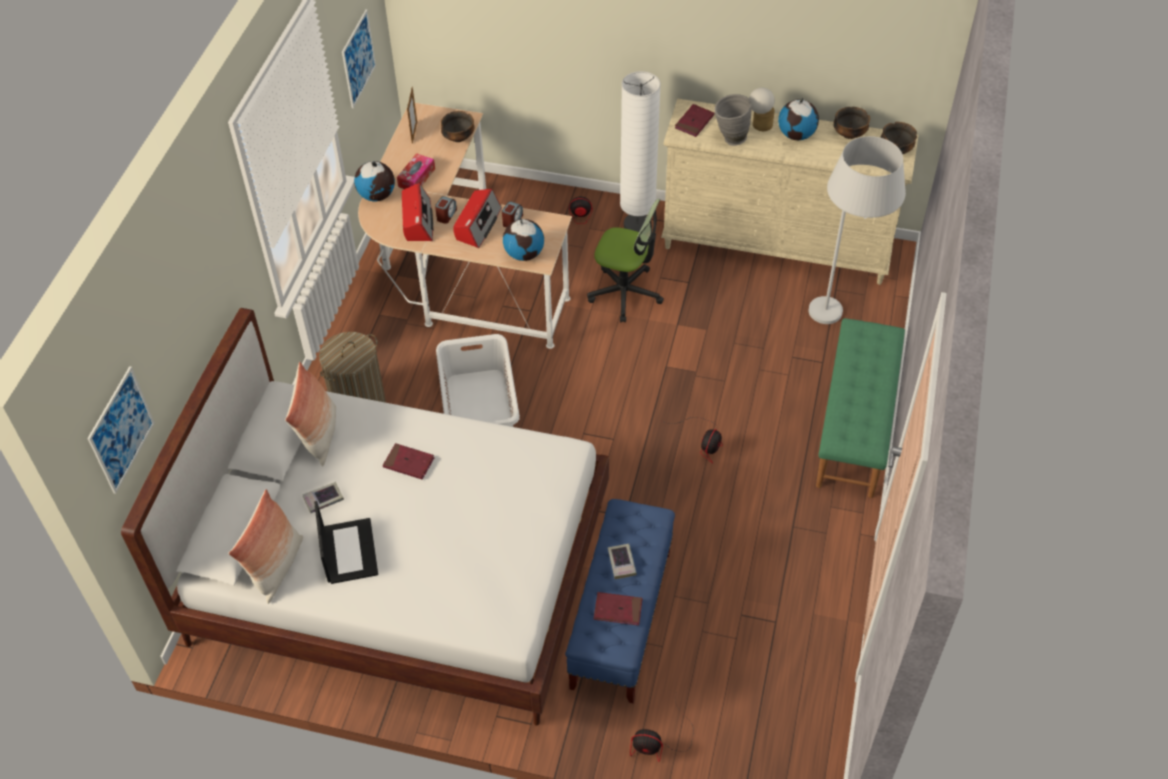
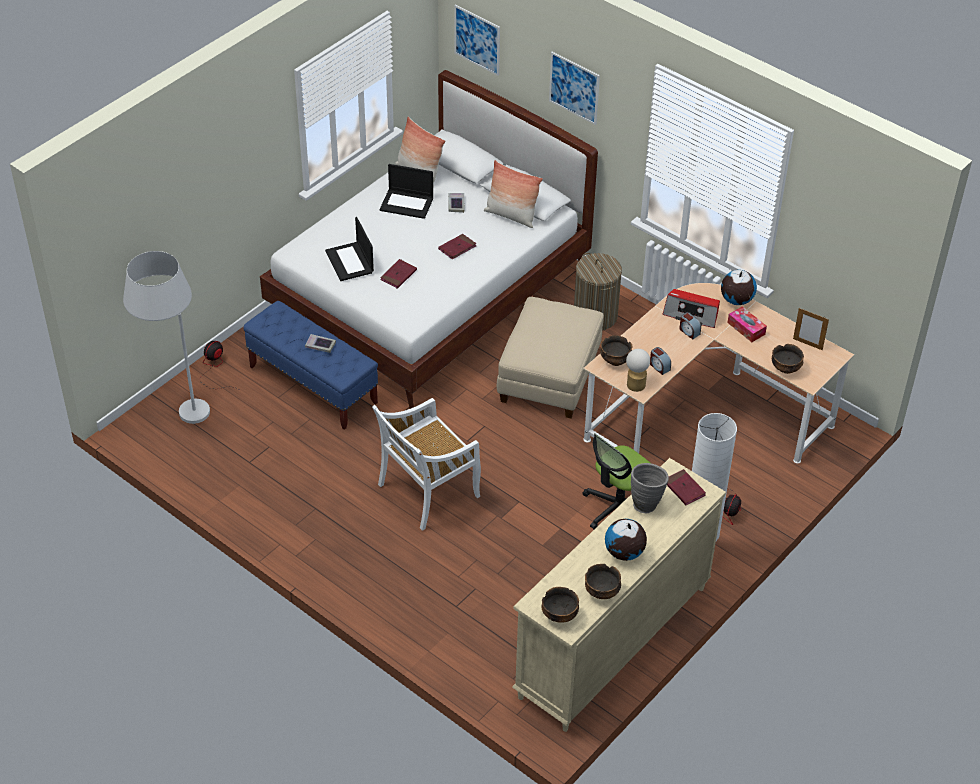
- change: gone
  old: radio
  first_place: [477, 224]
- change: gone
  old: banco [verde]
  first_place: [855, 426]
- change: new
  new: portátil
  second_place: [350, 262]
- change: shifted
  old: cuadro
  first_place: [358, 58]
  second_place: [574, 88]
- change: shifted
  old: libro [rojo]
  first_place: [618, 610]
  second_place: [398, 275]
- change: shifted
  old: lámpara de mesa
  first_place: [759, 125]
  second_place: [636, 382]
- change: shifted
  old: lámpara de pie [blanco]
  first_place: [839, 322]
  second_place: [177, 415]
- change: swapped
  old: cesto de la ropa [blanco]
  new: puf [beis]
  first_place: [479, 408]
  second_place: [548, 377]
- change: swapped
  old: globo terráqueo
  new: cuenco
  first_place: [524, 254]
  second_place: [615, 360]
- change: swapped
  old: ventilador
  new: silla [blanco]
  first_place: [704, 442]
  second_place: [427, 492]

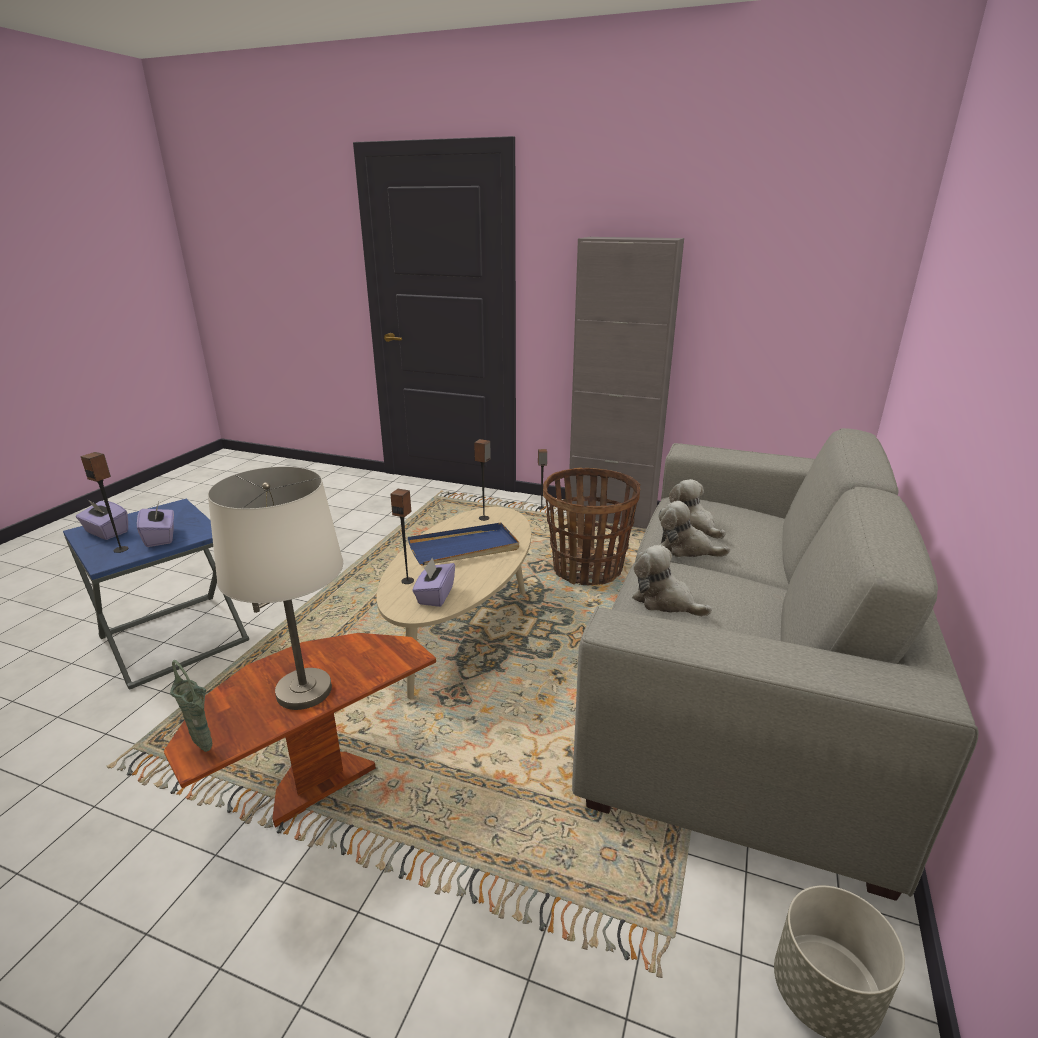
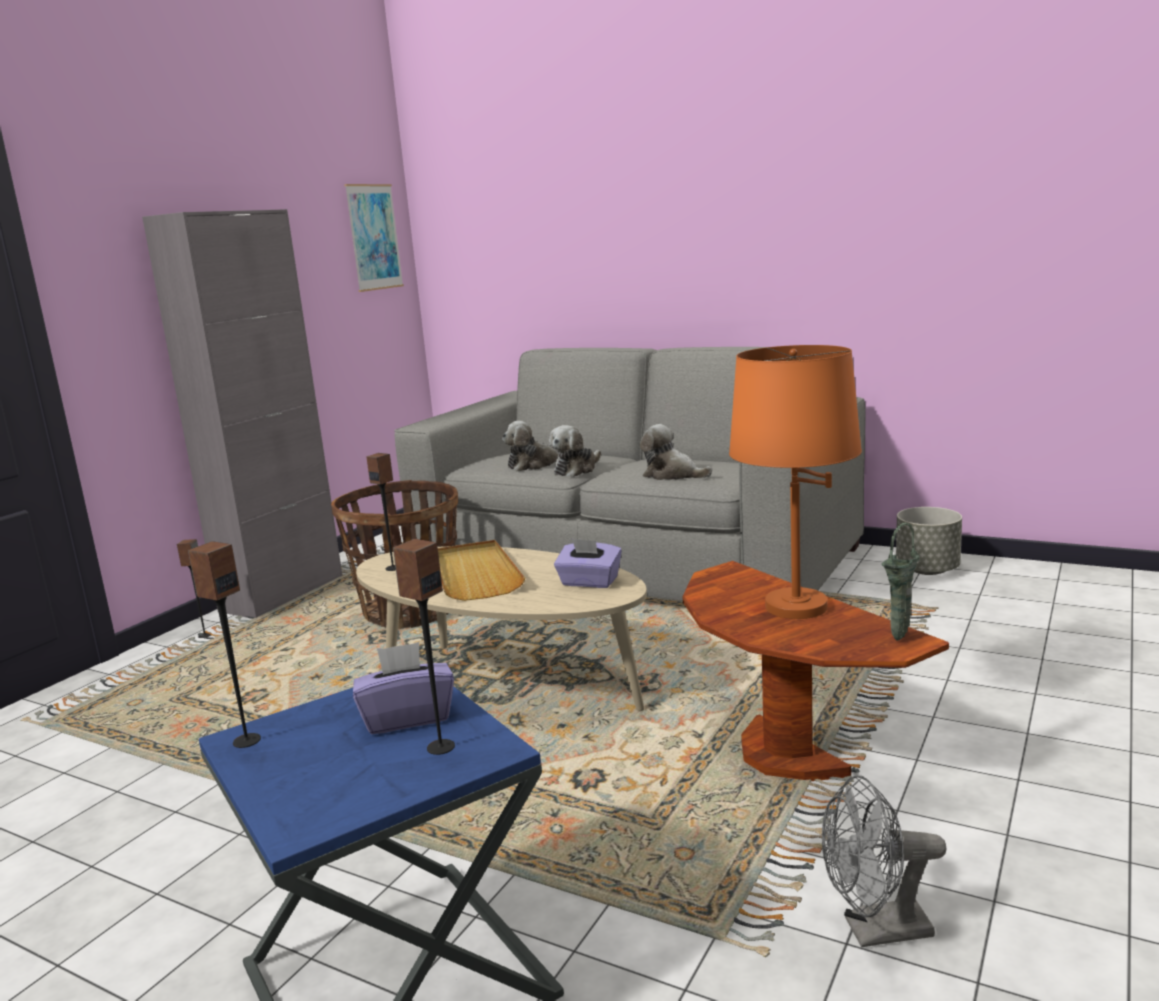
- change: gone
  old: caja de pañuelos [morado]
  first_place: [106, 532]
- change: new
  new: cuadro
  second_place: [374, 237]
- change: new
  new: ventilador [gris]
  second_place: [875, 931]
- change: shifted
  old: altavoz
  first_place: [407, 580]
  second_place: [246, 740]
- change: repainted
  old: lámpara de mesa [blanco]
  new: lámpara de mesa [naranja]
  first_place: [303, 691]
  second_place: [795, 607]
- change: repainted
  old: bandeja [azul]
  new: bandeja [beis]
  first_place: [464, 548]
  second_place: [475, 574]
- change: rotated
  old: peluche
  first_place: [665, 601]
  second_place: [672, 475]
  degrees: 75

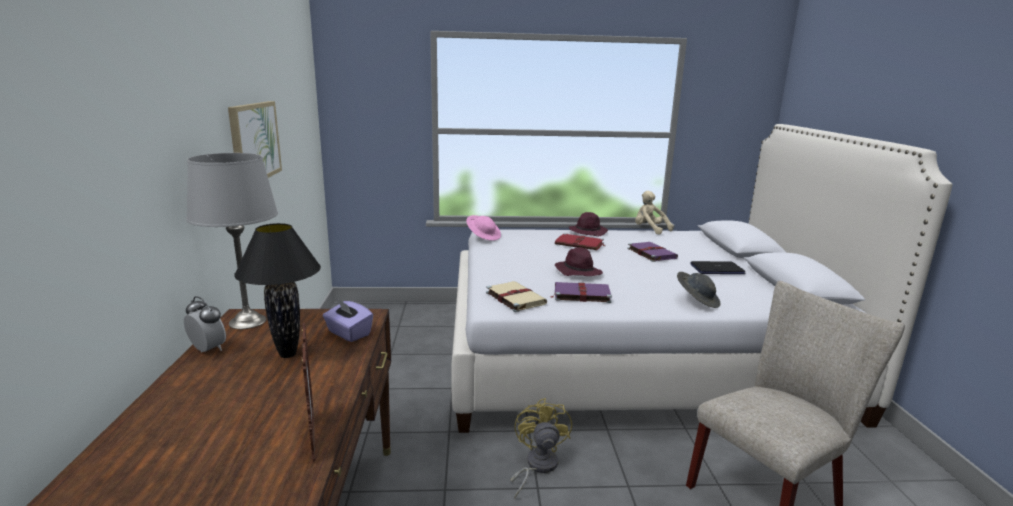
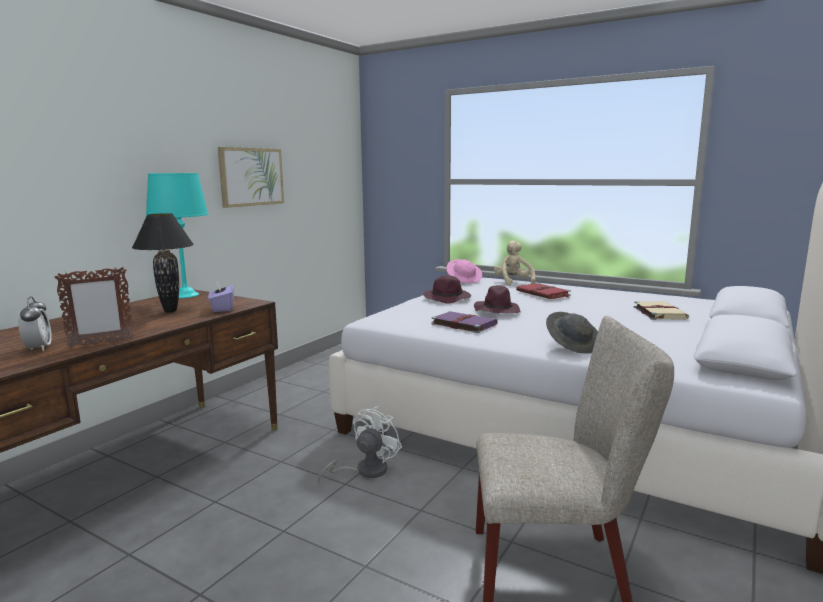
- change: gone
  old: libro [morado]
  first_place: [651, 253]
- change: gone
  old: portátil
  first_place: [717, 269]
- change: shifted
  old: despertador
  first_place: [208, 350]
  second_place: [38, 348]
- change: shifted
  old: libro [beis]
  first_place: [514, 298]
  second_place: [659, 312]
- change: shifted
  old: sombrero [morado]
  first_place: [588, 231]
  second_place: [448, 298]
- change: shifted
  old: peluche [beis]
  first_place: [649, 230]
  second_place: [513, 283]
- change: repainted
  old: lámpara de mesa [gris]
  new: lámpara de mesa [turquesa]
  first_place: [247, 322]
  second_place: [185, 295]
- change: repainted
  old: ventilador [amarillo]
  new: ventilador [blanco]
  first_place: [537, 466]
  second_place: [364, 471]
- change: rotated
  old: portarretratos
  first_place: [312, 437]
  second_place: [101, 343]
  degrees: 45

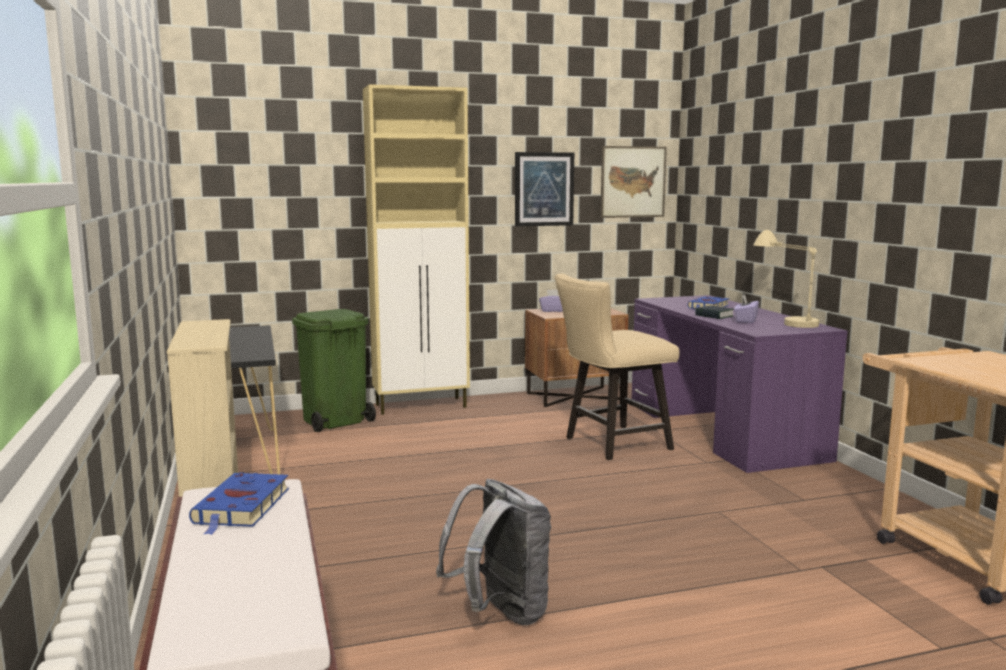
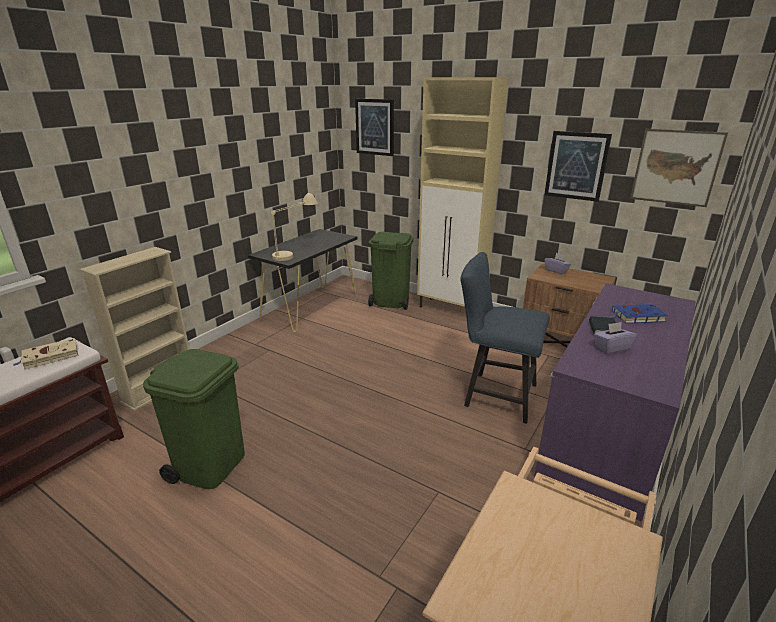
- change: new
  new: cuadro
  second_place: [375, 127]
- change: shifted
  old: lámpara de mesa [beis]
  first_place: [783, 319]
  second_place: [295, 252]
- change: swapped
  old: mochila [gris]
  new: papelera [verde]
  first_place: [500, 613]
  second_place: [211, 465]
- change: repainted
  old: libro [azul]
  new: libro [beis]
  first_place: [241, 507]
  second_place: [49, 357]
- change: repainted
  old: silla [beis]
  new: silla [azul]
  first_place: [611, 444]
  second_place: [494, 394]

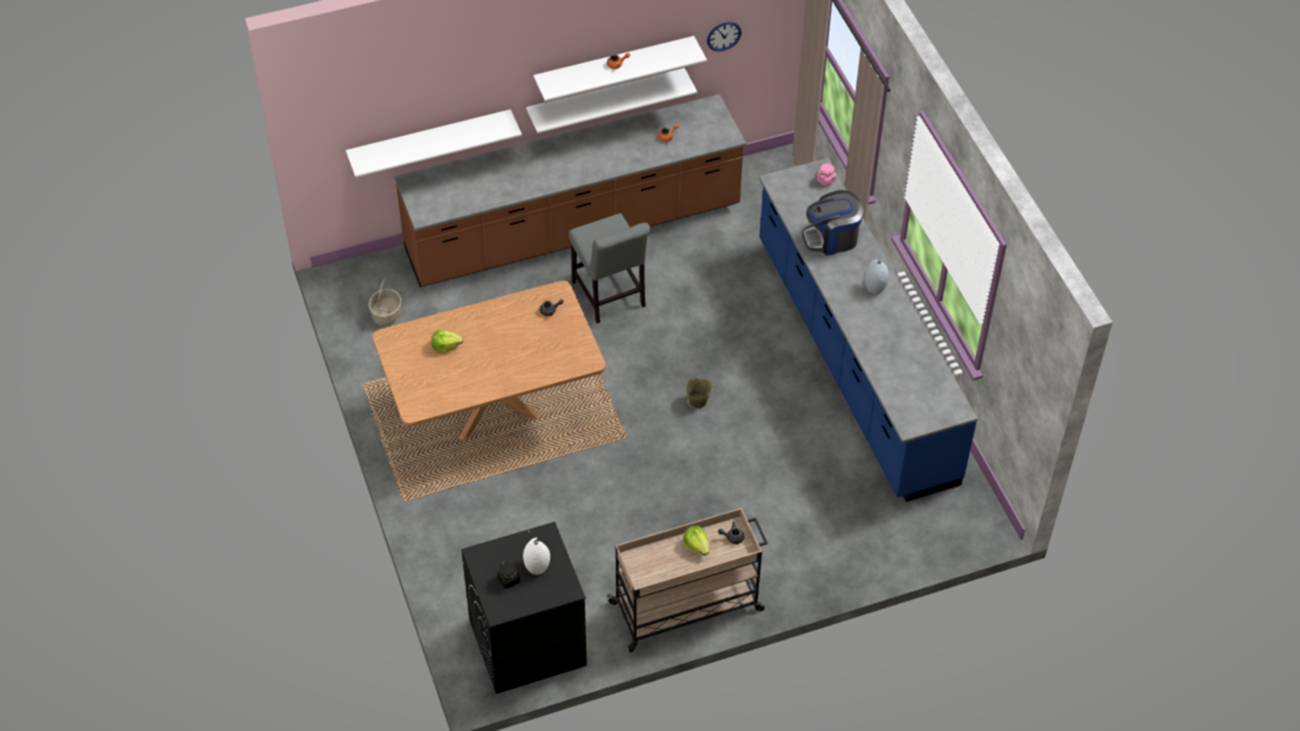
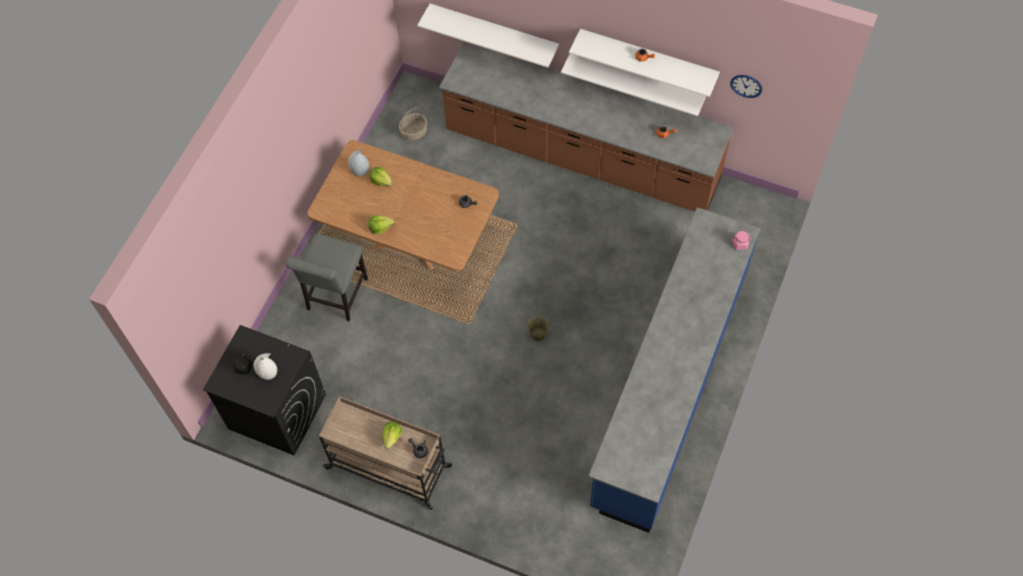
- change: gone
  old: cafetera
  first_place: [832, 238]
- change: new
  new: lechuga
  second_place: [380, 227]
- change: shifted
  old: silla [gris]
  first_place: [610, 297]
  second_place: [335, 297]
- change: shifted
  old: florero [gris]
  first_place: [874, 287]
  second_place: [360, 170]

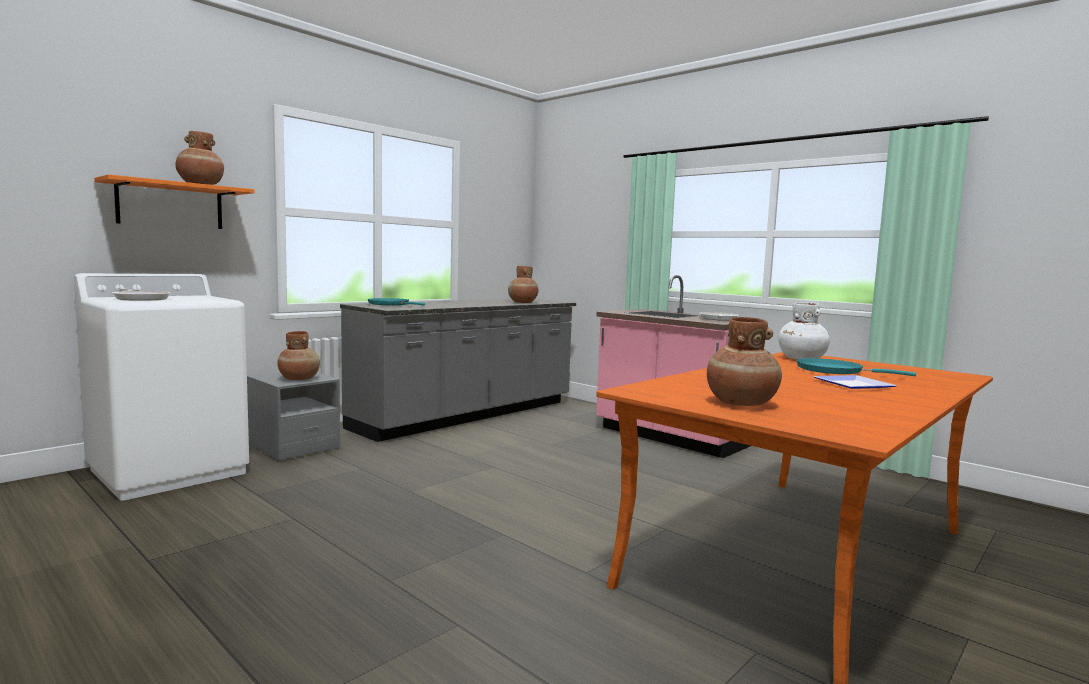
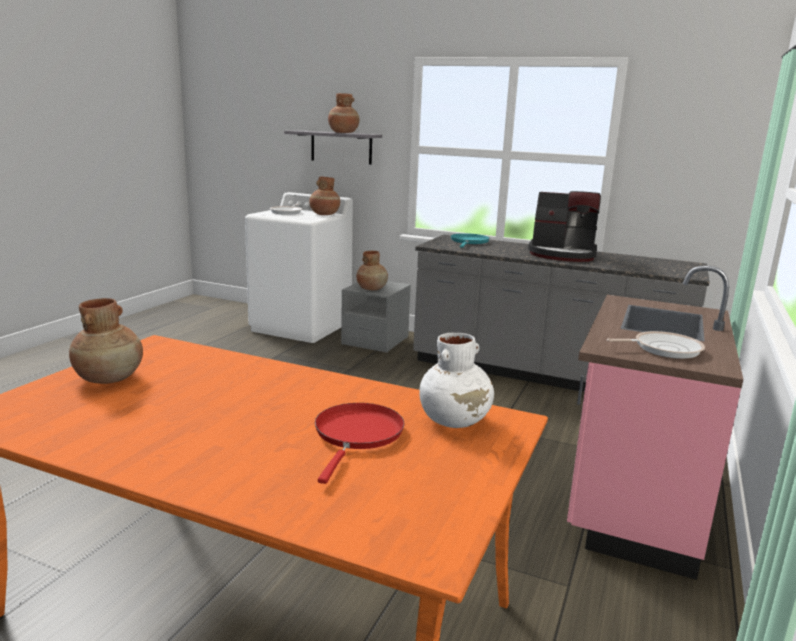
- change: gone
  old: plato
  first_place: [853, 384]
- change: new
  new: cafetera
  second_place: [562, 255]
- change: shifted
  old: florero [marrón]
  first_place: [522, 302]
  second_place: [324, 214]
- change: repainted
  old: estante [naranja]
  new: estante [gris]
  first_place: [170, 205]
  second_place: [341, 147]
- change: repainted
  old: sartén [turquesa]
  new: sartén [rojo]
  first_place: [834, 371]
  second_place: [357, 435]

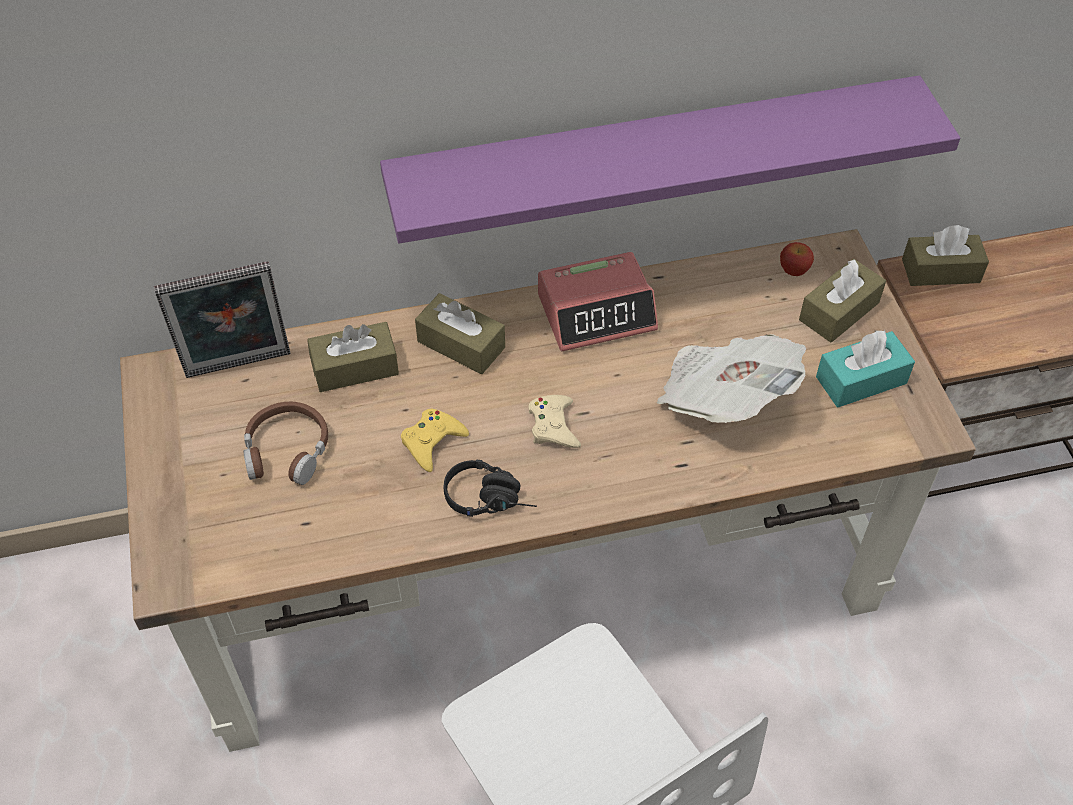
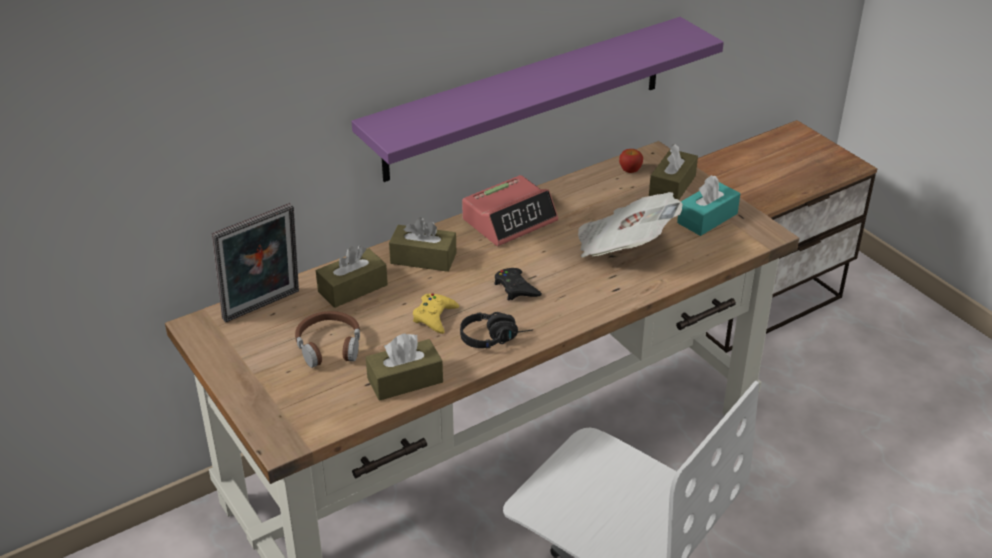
- change: shifted
  old: caja de pañuelos [marrón]
  first_place: [940, 271]
  second_place: [405, 380]
- change: repainted
  old: mando de consola [beis]
  new: mando de consola [negro]
  first_place: [553, 426]
  second_place: [516, 288]

